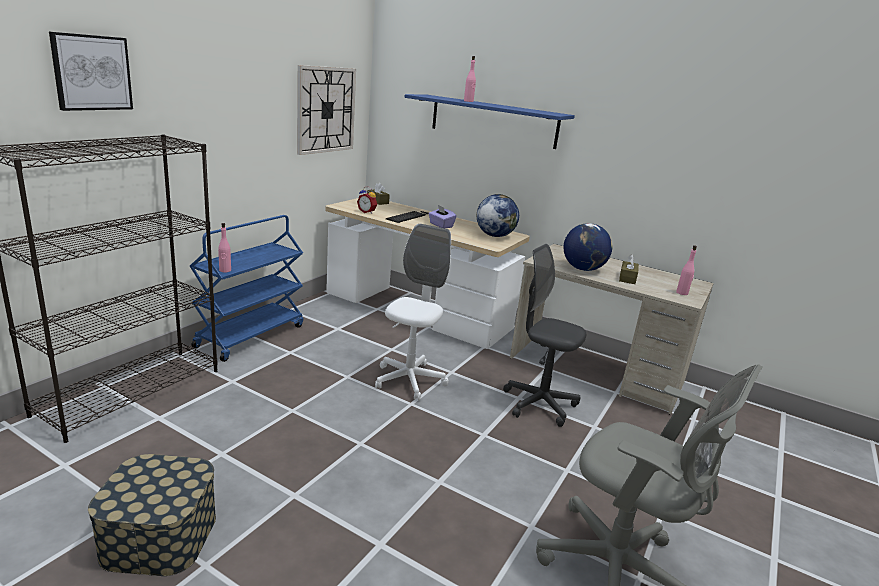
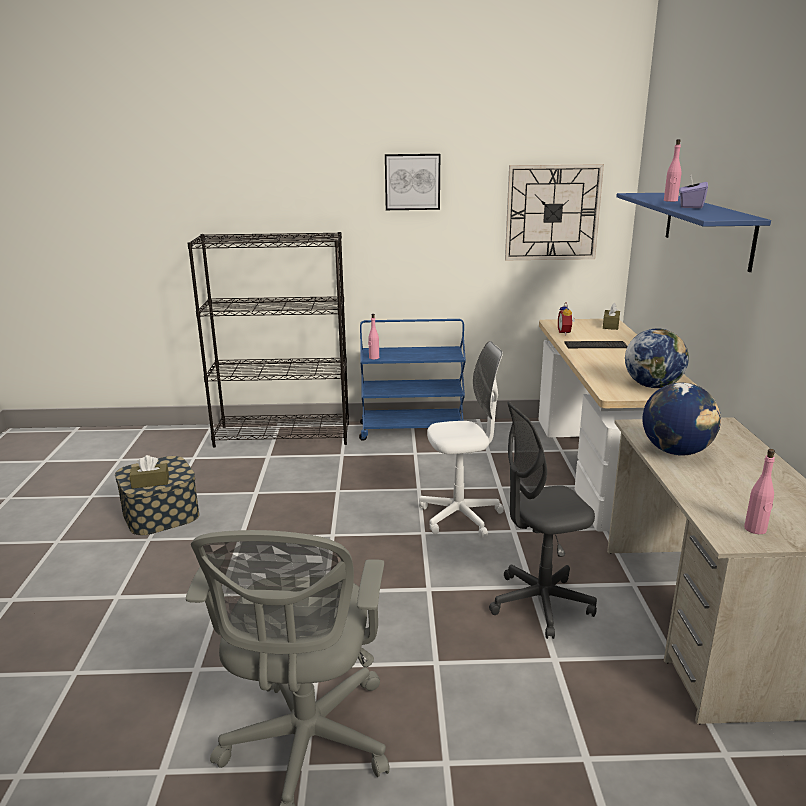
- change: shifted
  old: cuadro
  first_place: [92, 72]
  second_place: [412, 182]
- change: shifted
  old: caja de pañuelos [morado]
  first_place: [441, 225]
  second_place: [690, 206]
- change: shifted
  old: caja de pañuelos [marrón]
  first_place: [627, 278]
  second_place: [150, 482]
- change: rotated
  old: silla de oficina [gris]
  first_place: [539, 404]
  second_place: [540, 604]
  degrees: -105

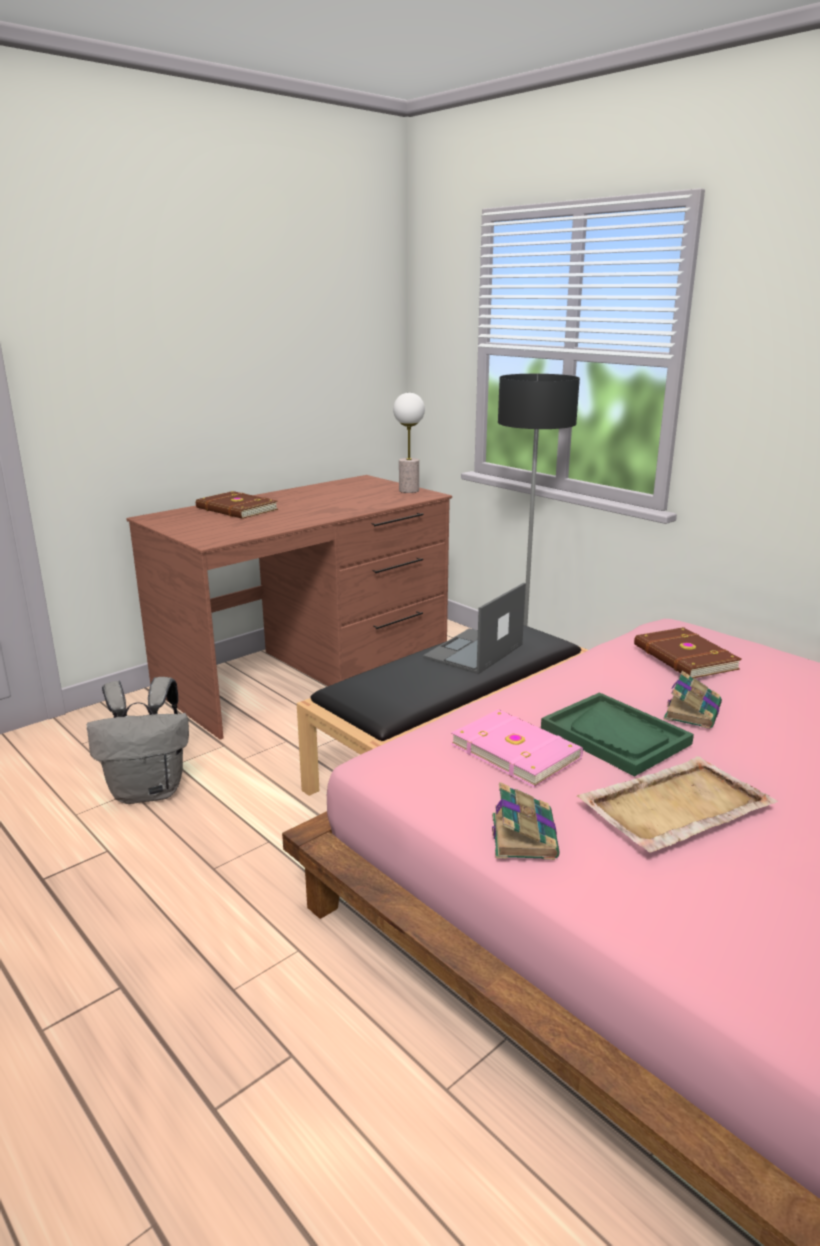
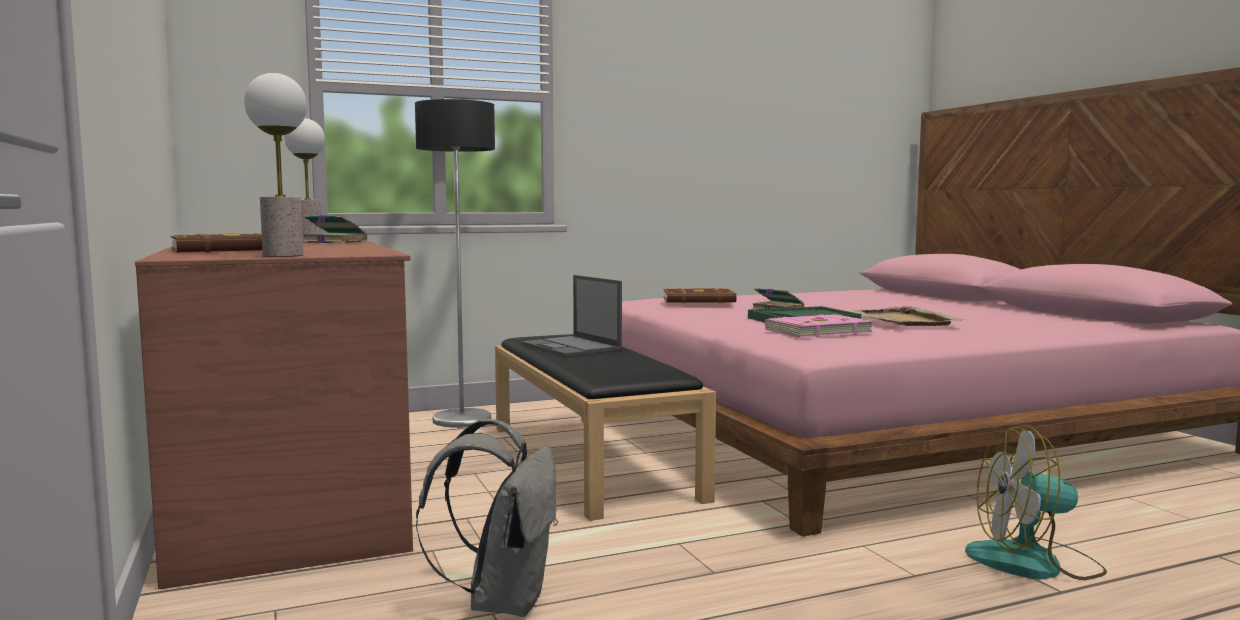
- change: new
  new: lámpara de mesa
  second_place: [282, 255]
- change: new
  new: ventilador
  second_place: [1035, 563]
- change: shifted
  old: libro
  first_place: [523, 835]
  second_place: [333, 242]

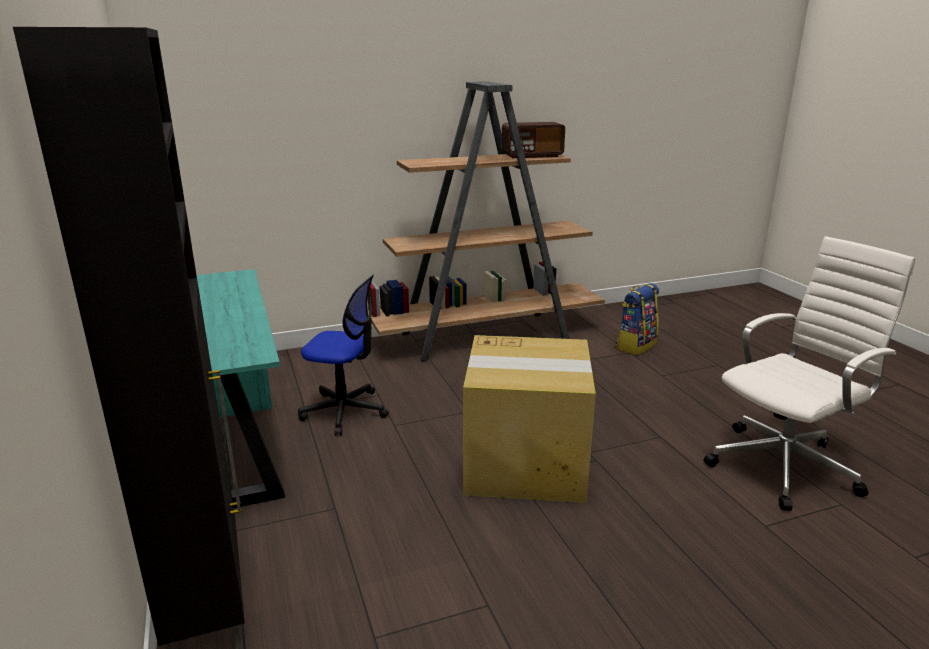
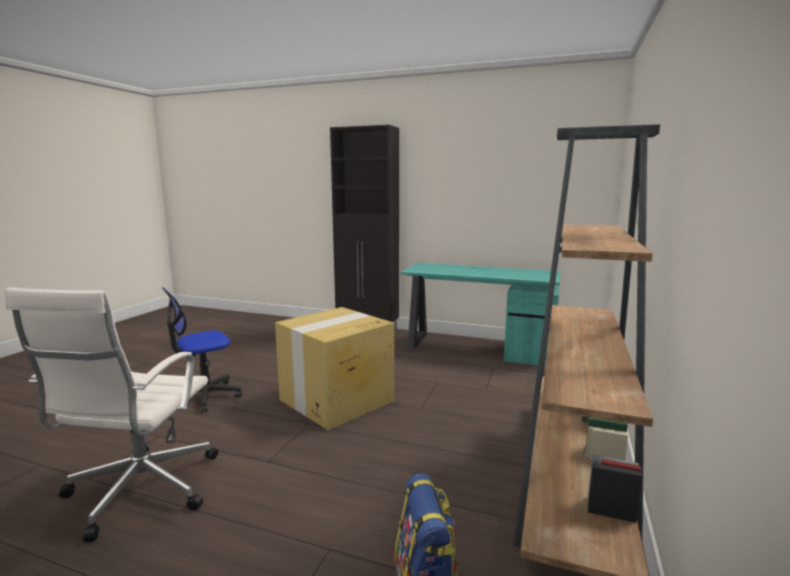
- change: gone
  old: radio
  first_place: [532, 155]
- change: shifted
  old: silla de oficina
  first_place: [345, 411]
  second_place: [204, 396]

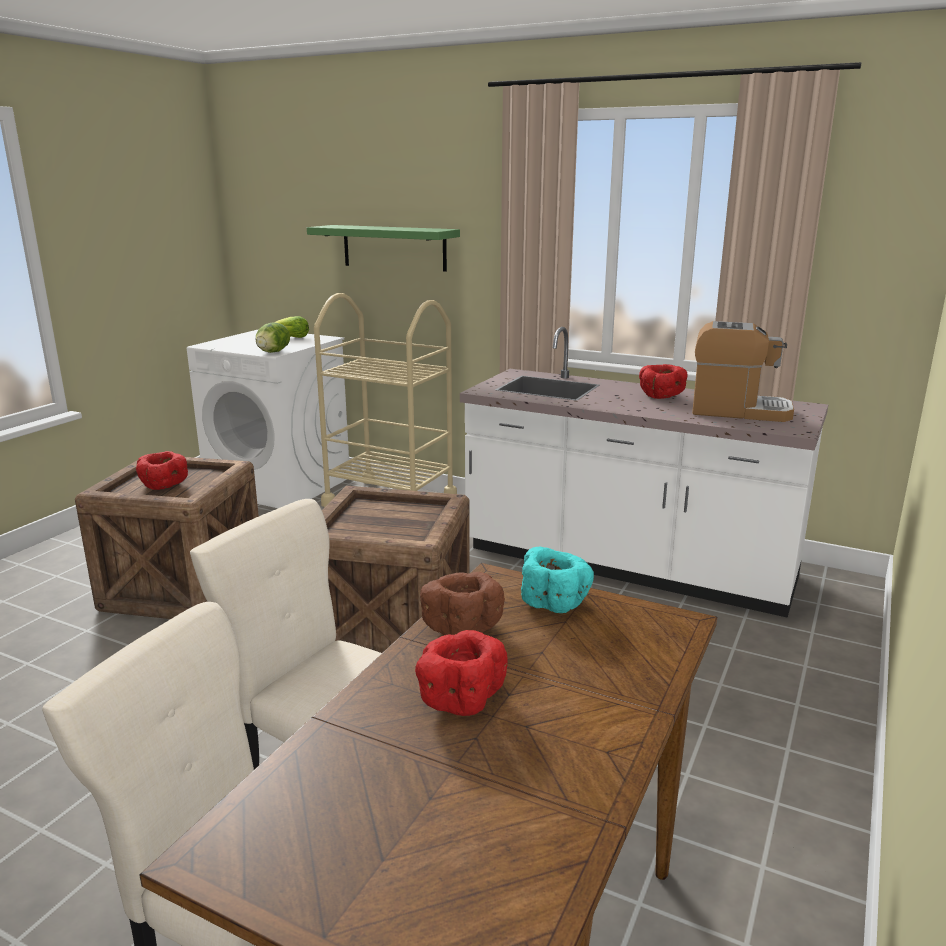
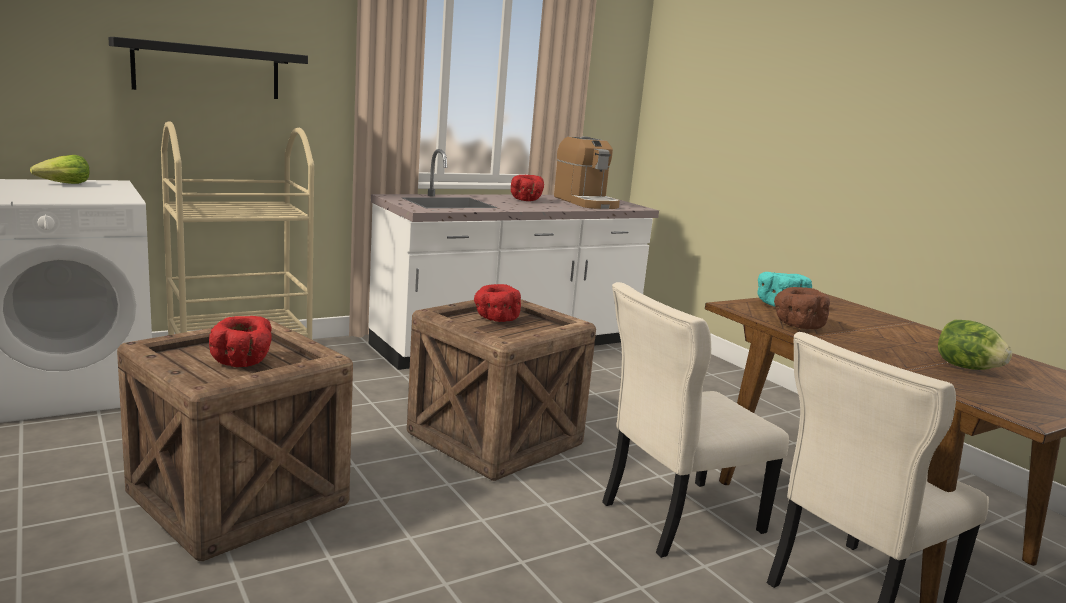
- change: shifted
  old: lechuga
  first_place: [273, 352]
  second_place: [966, 368]
- change: shifted
  old: cuenco [rojo]
  first_place: [459, 697]
  second_place: [495, 319]
- change: repainted
  old: estante [verde]
  new: estante [negro]
  first_place: [394, 247]
  second_place: [207, 70]
- change: rotated
  old: cafetera
  first_place: [738, 411]
  second_place: [586, 202]
  degrees: 105

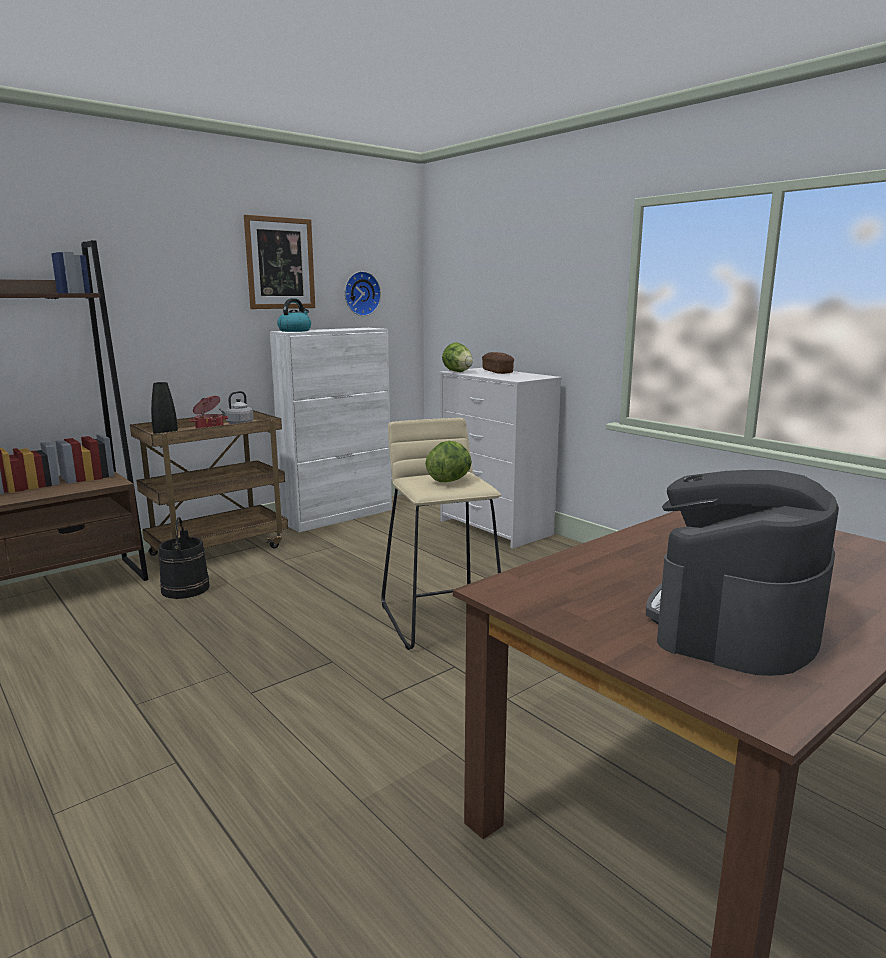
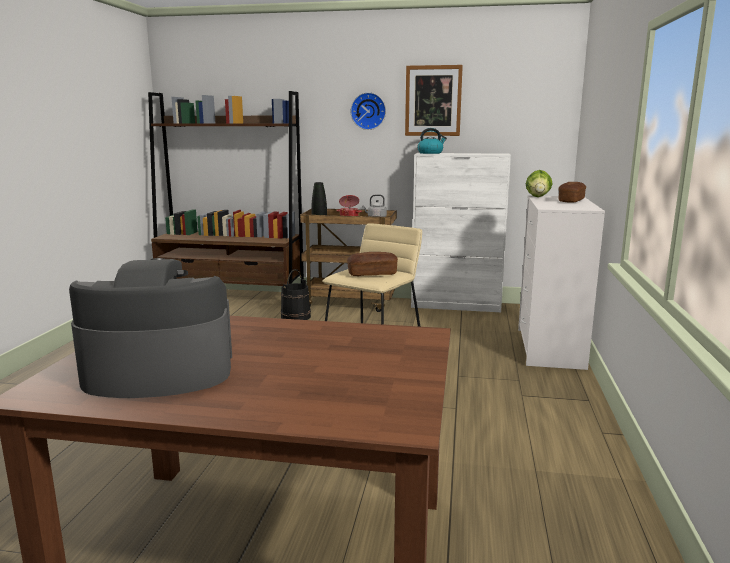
- change: shifted
  old: reloj de pared
  first_place: [360, 293]
  second_place: [368, 111]
- change: swapped
  old: lechuga
  new: pan
  first_place: [450, 480]
  second_place: [372, 274]

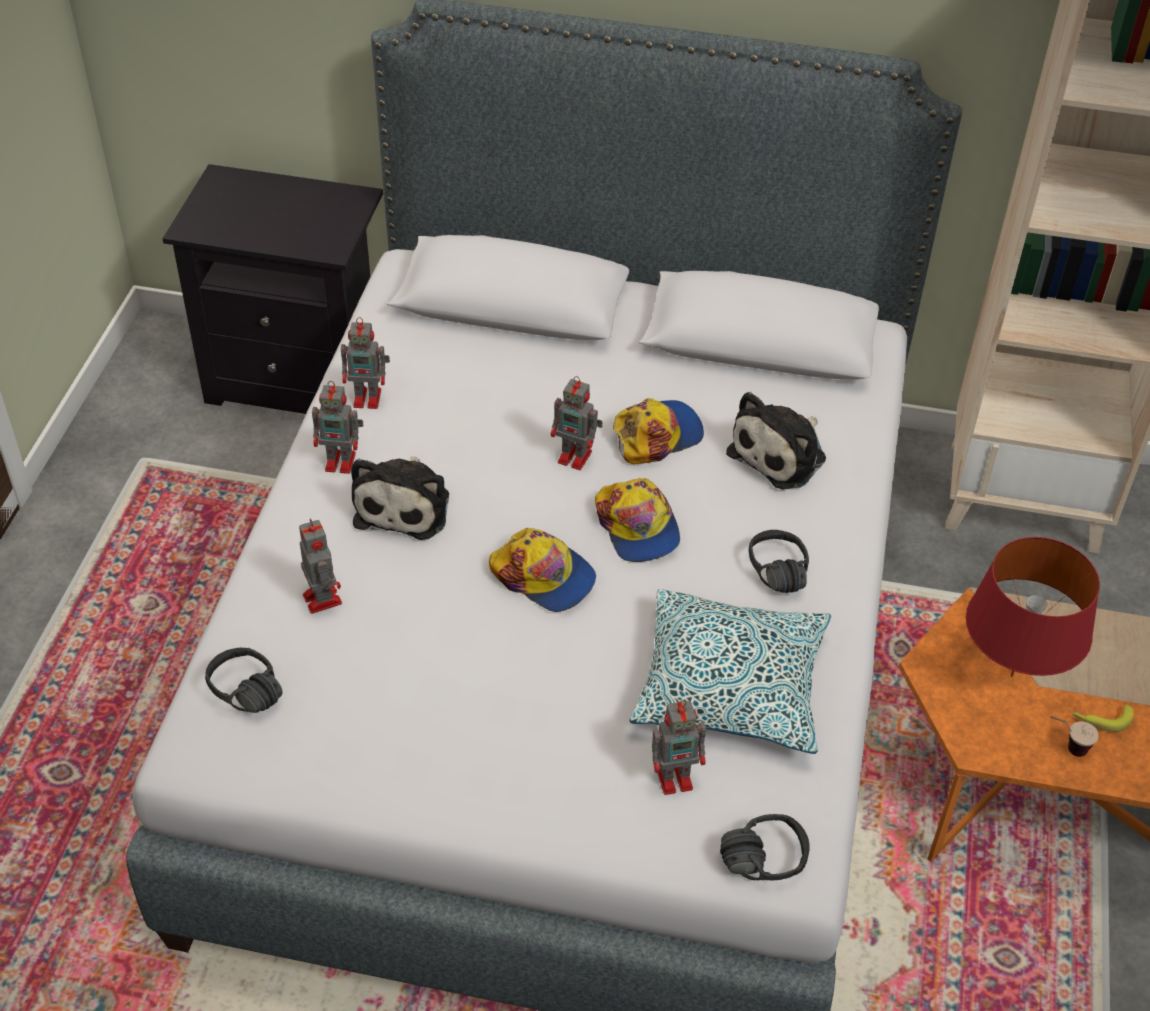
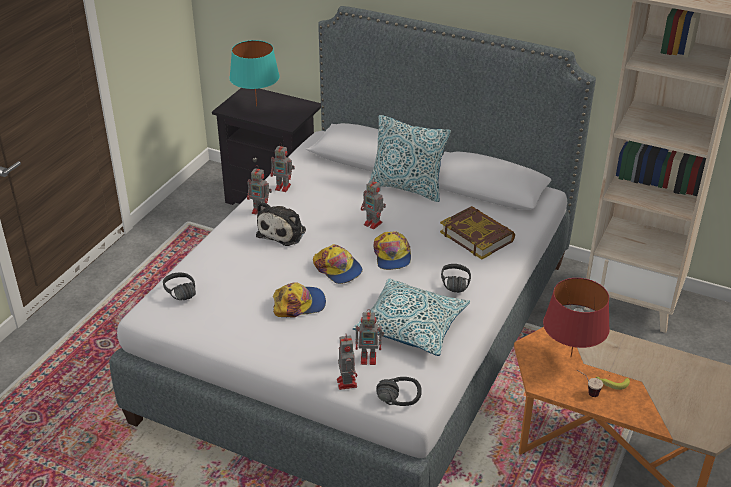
- change: new
  new: lámpara de mesa [turquesa]
  second_place: [256, 106]
- change: new
  new: cojín
  second_place: [407, 187]
- change: shifted
  old: robot de juguete
  first_place: [321, 597]
  second_place: [346, 382]
- change: shifted
  old: gorra
  first_place: [657, 435]
  second_place: [299, 304]
- change: swapped
  old: peluche
  new: libro
  first_place: [781, 454]
  second_place: [477, 236]

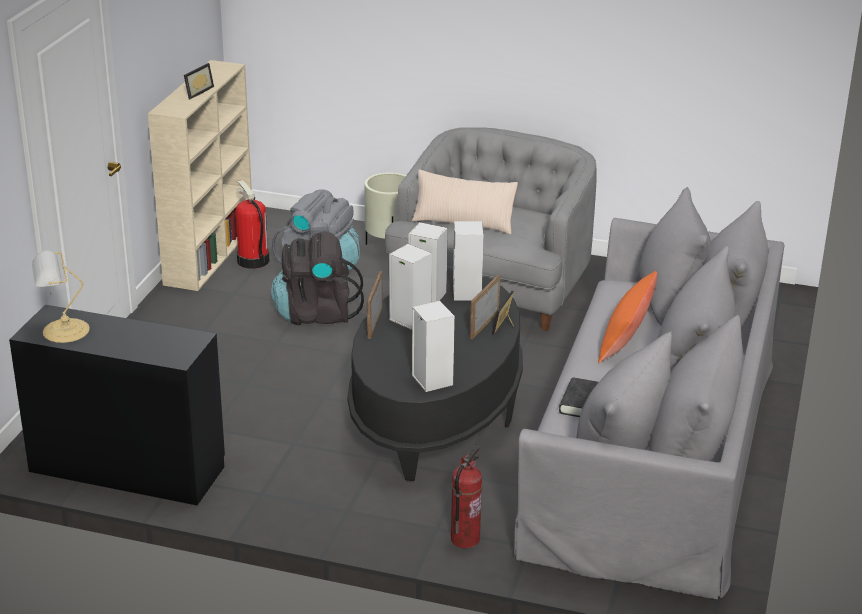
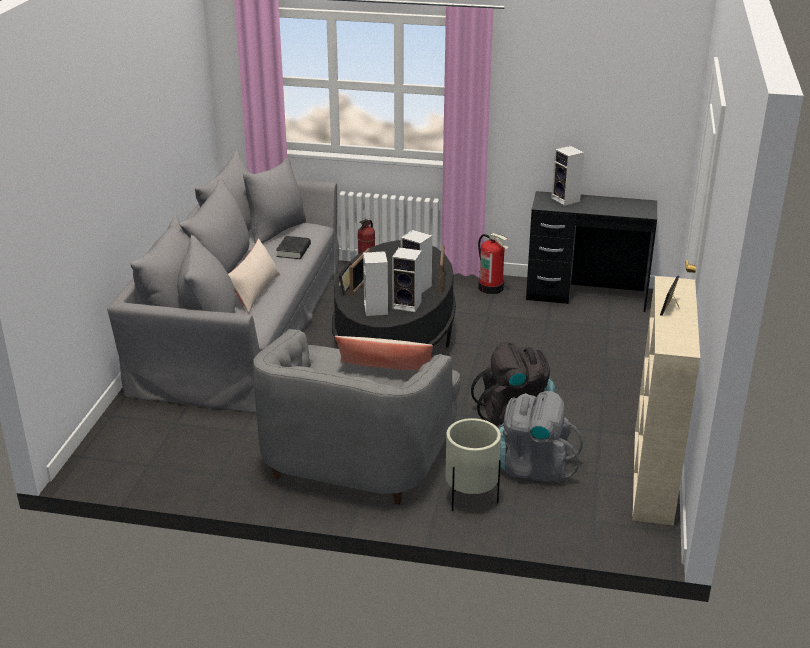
- change: gone
  old: lámpara de mesa
  first_place: [63, 331]
- change: shifted
  old: extintor
  first_place: [252, 260]
  second_place: [491, 288]
- change: shifted
  old: altavoz
  first_place: [430, 379]
  second_place: [566, 200]
- change: repainted
  old: cojín [naranja]
  new: cojín [beis]
  first_place: [626, 337]
  second_place: [255, 291]

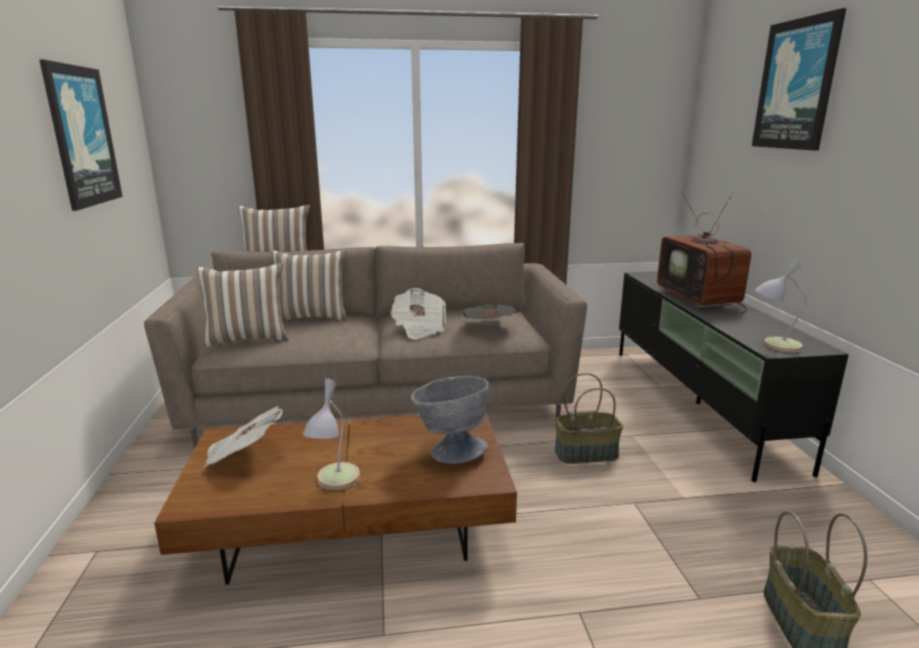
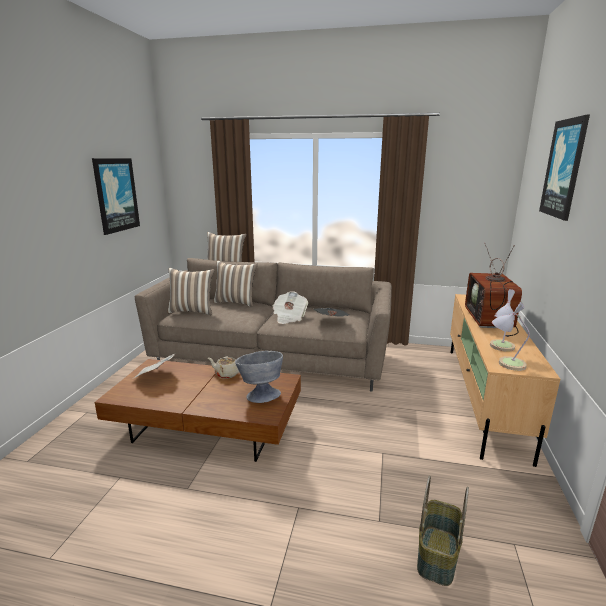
- change: gone
  old: cesta
  first_place: [586, 453]
- change: new
  new: tetera [beis]
  second_place: [226, 374]
- change: shifted
  old: lámpara de mesa
  first_place: [333, 483]
  second_place: [500, 348]
- change: repainted
  old: mueble de televisión [negro]
  new: mueble de televisión [beis]
  first_place: [698, 403]
  second_place: [483, 397]

